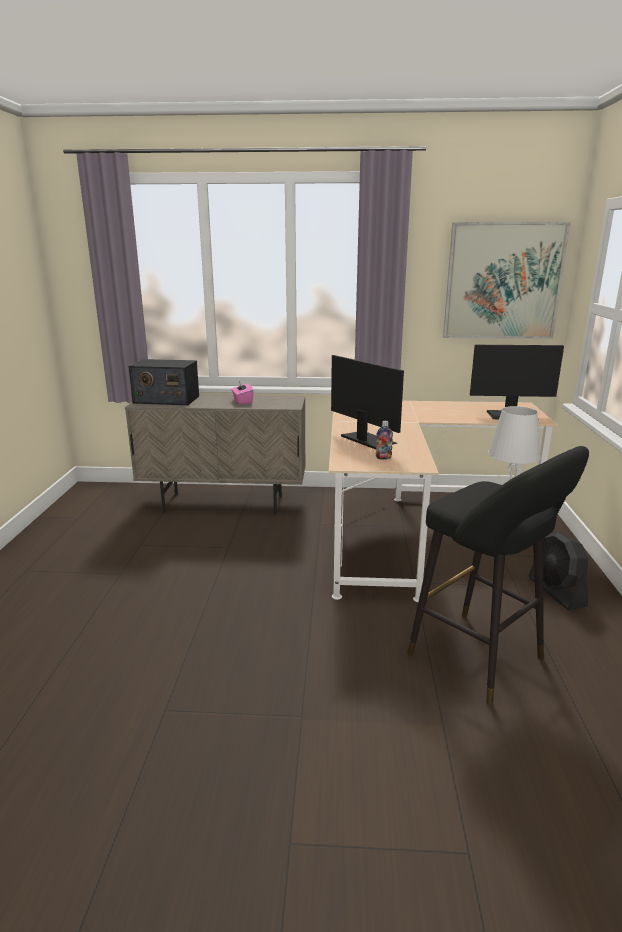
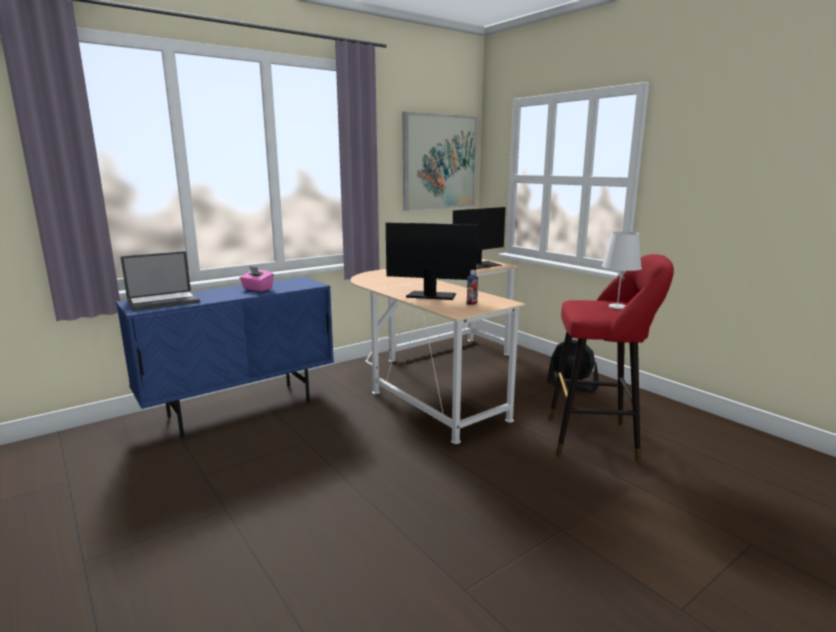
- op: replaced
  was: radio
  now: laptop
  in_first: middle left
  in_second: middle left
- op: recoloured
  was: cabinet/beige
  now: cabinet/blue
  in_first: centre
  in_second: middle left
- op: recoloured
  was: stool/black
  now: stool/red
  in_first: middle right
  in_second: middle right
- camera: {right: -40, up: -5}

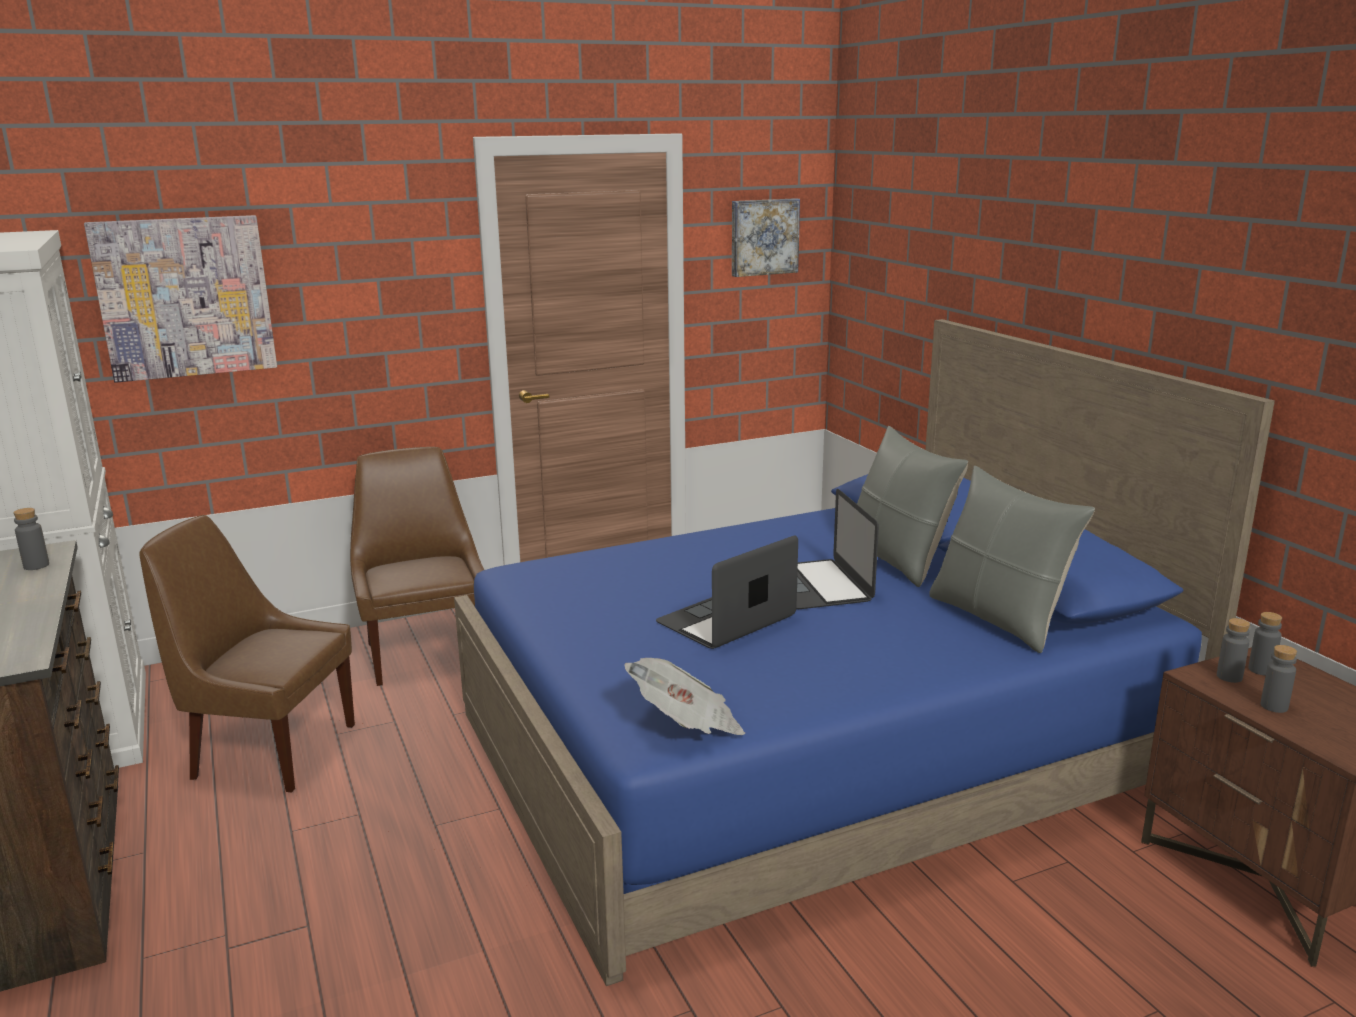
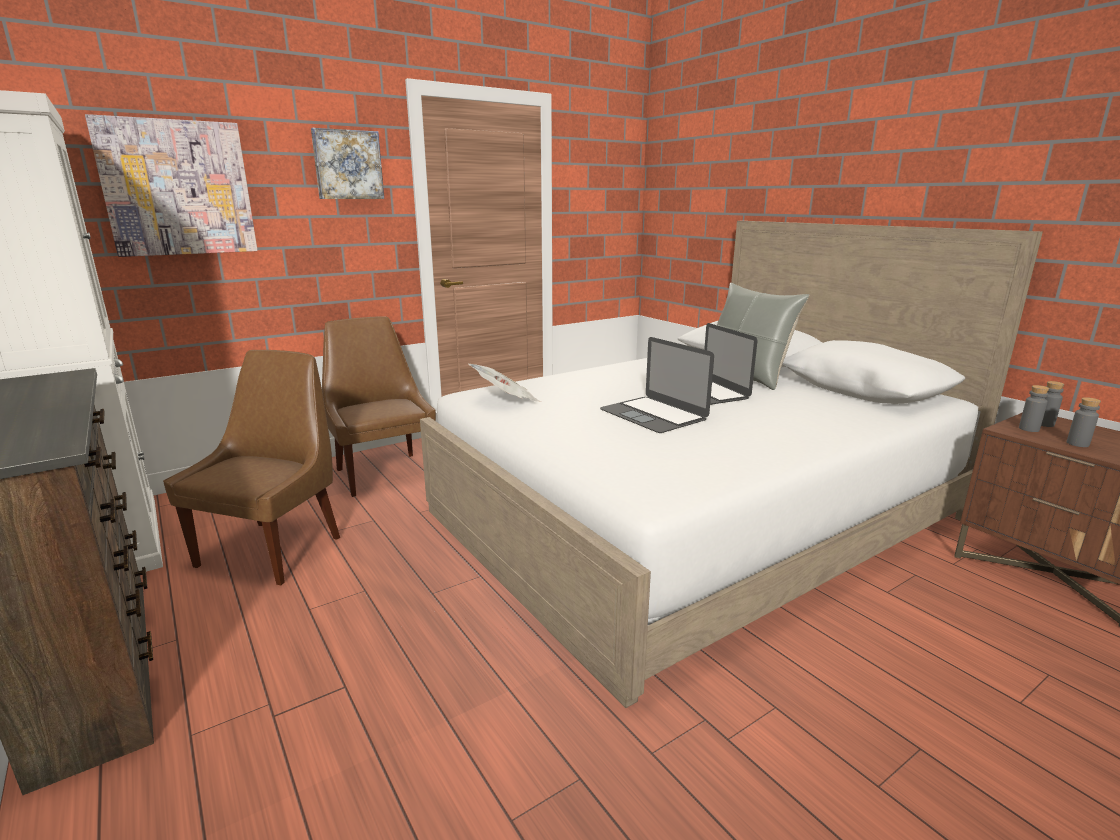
- op: removed
  was: bottle/grey (1st from left)
  in_first: middle left
- op: removed
  was: pillow/grey (2nd from left)
  in_first: middle right
- op: moved
  was: newspaper
  in_first: bottom centre
  in_second: centre
- op: moved
  was: picture (2nd from left)
  in_first: top centre
  in_second: top left
- op: recoloured
  was: bed/blue
  now: bed/white
  in_first: centre
  in_second: centre
- op: turned
  was: chair/brown (1st from left)
  in_first: middle left
  in_second: middle left
  clockwise: 105
- op: turned
  was: laptop (1st from left)
  in_first: centre
  in_second: centre
  clockwise: -75
- camera: {right: -10, up: 0}

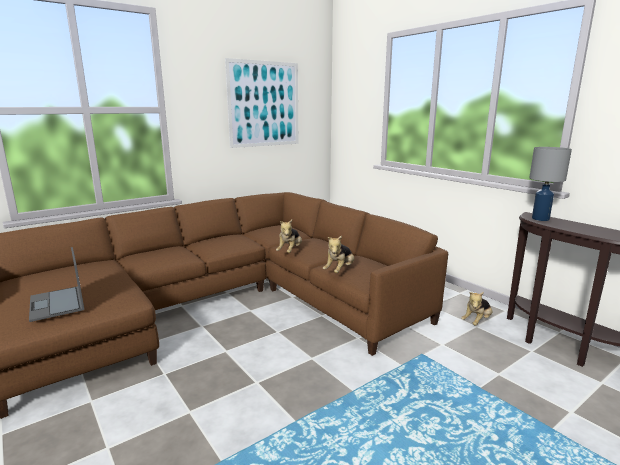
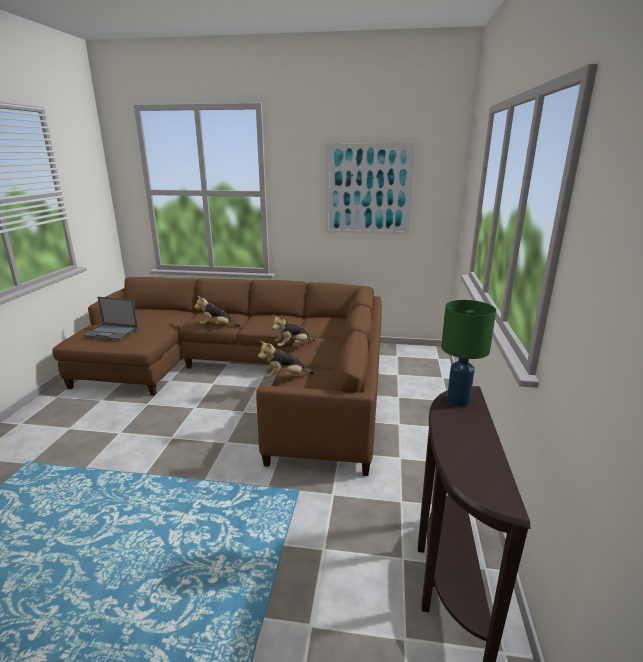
- op: moved
  was: plush toy (3rd from left in the first image)
  now: plush toy (1st from left)
  in_first: middle right
  in_second: centre
- op: recoloured
  was: table lamp/grey
  now: table lamp/green
  in_first: middle right
  in_second: middle right
- op: turned
  was: laptop
  in_first: middle left
  in_second: middle left
  clockwise: -90
- camera: {right: 45, up: 5}

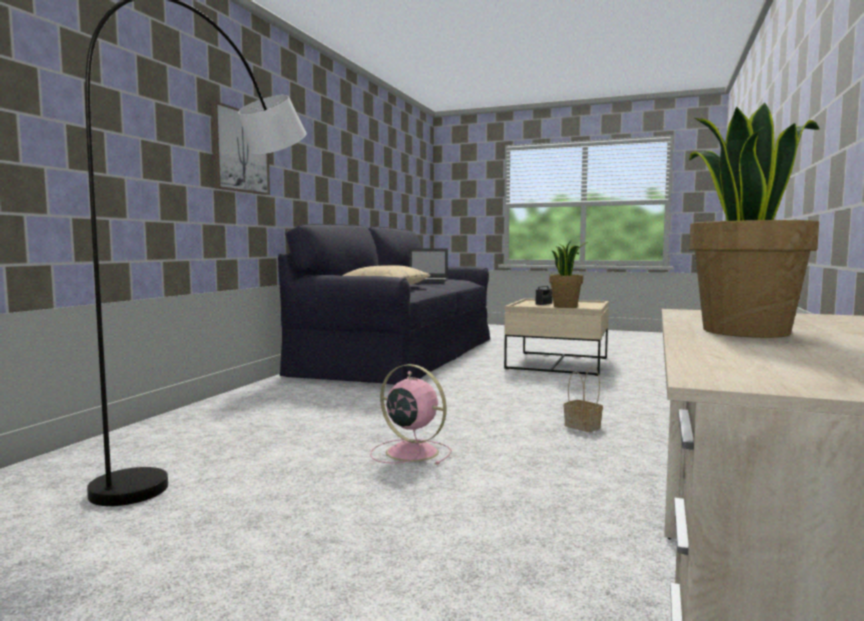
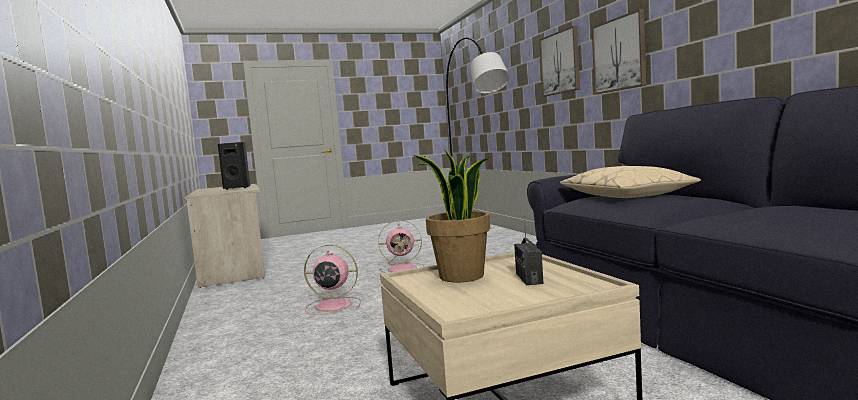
- op: removed
  was: laptop
  in_first: centre
- op: added
  now: picture (1st from left)
  in_second: top centre
- op: replaced
  was: basket
  now: fan/pink (1st from left)
  in_first: middle right
  in_second: bottom centre
- op: replaced
  was: potted plant (2nd from left)
  now: speaker/black
  in_first: middle right
  in_second: middle left
- camera: {right: 140, up: 0}

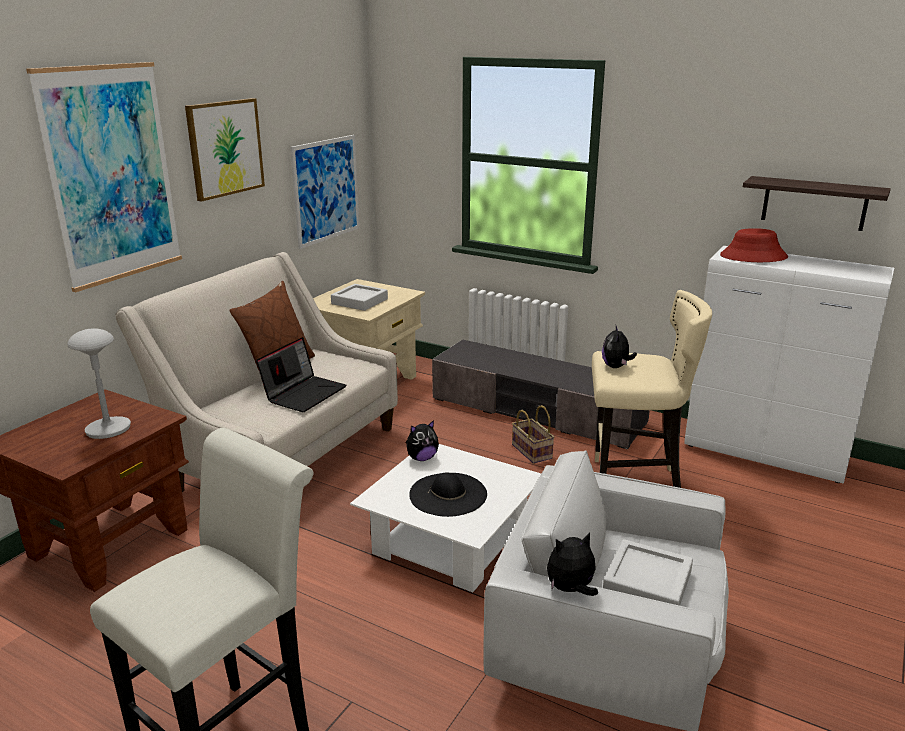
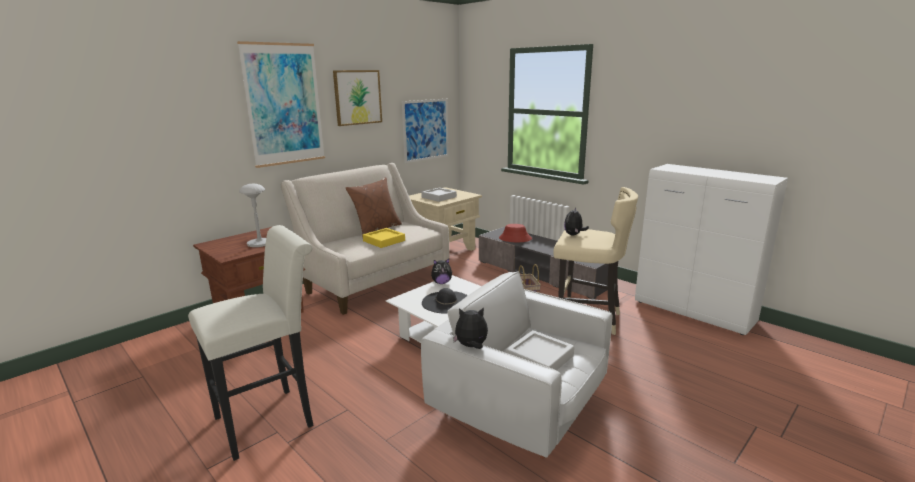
- op: removed
  was: shelf
  in_first: top right
- op: moved
  was: hat/red
  in_first: middle right
  in_second: centre
- op: replaced
  was: laptop
  now: tray/yellow
  in_first: middle left
  in_second: centre
- camera: {right: 15, up: -5}

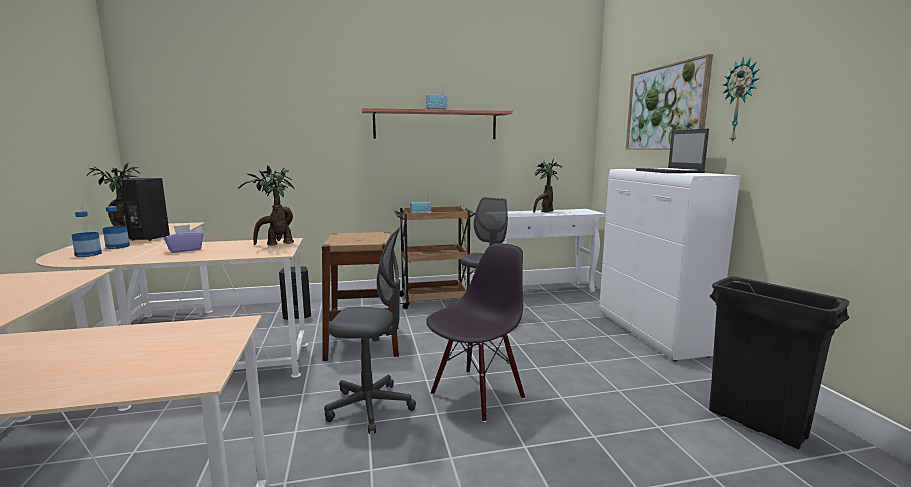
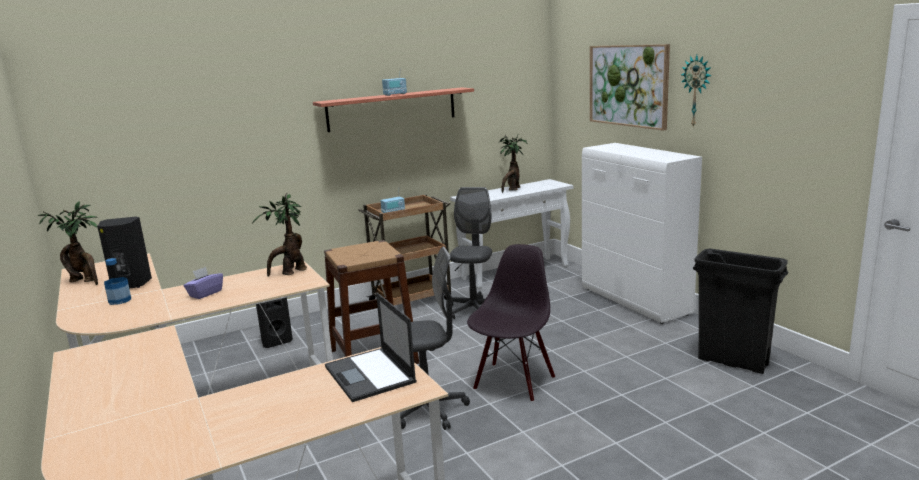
- op: removed
  was: bottle (1st from left)
  in_first: middle left
- op: moved
  was: laptop
  in_first: top right
  in_second: bottom centre
- camera: {right: -15, up: 5}

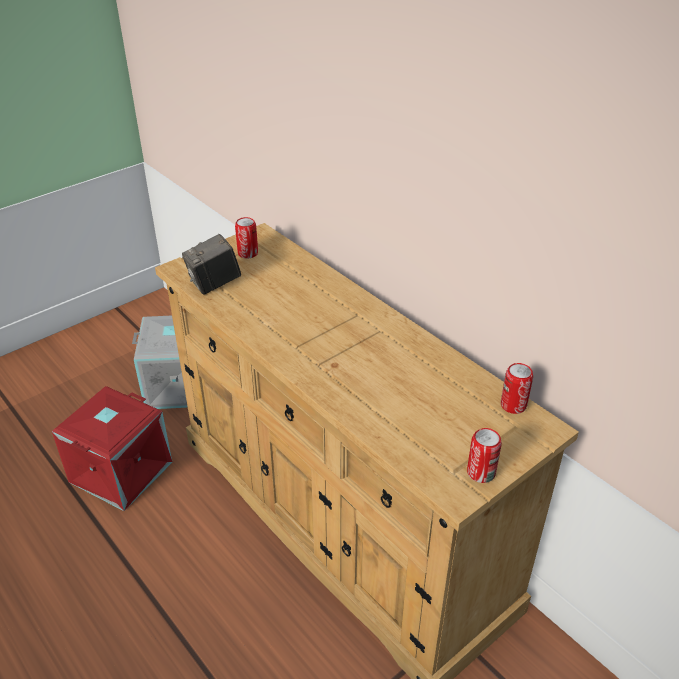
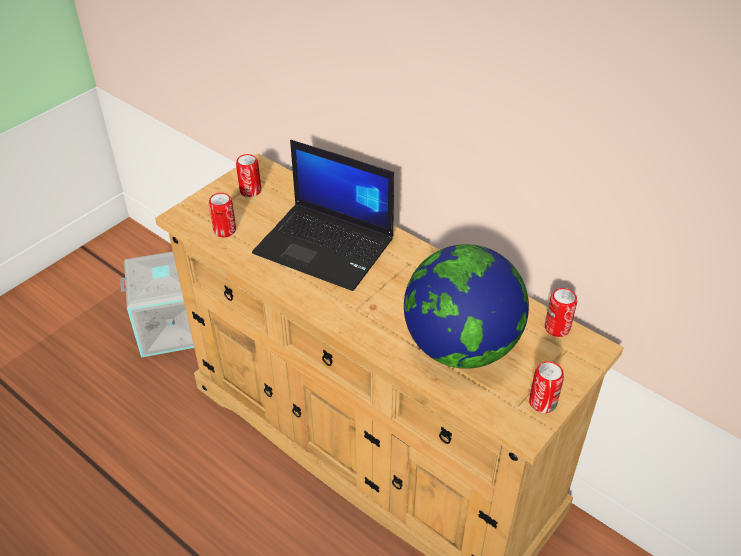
- op: removed
  was: storage box/red
  in_first: middle left
- op: added
  now: laptop
  in_second: centre
- op: added
  now: globe
  in_second: centre
- op: replaced
  was: photo camera
  now: can (1st from left)
  in_first: middle left
  in_second: middle left
- camera: {right: -10, up: 5}

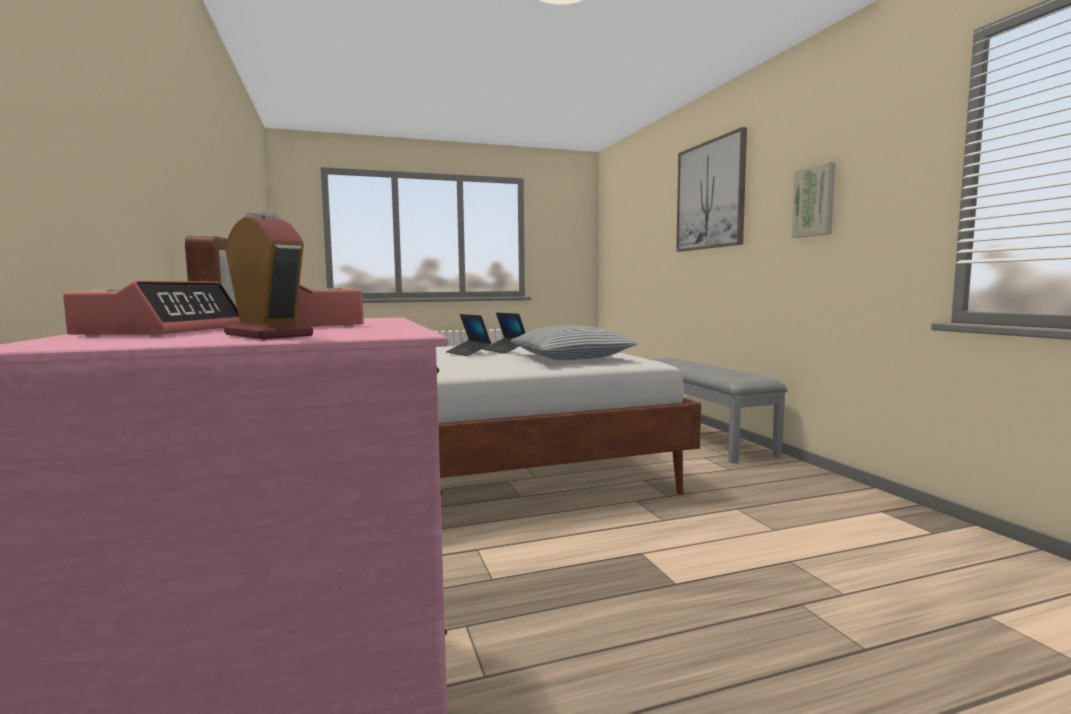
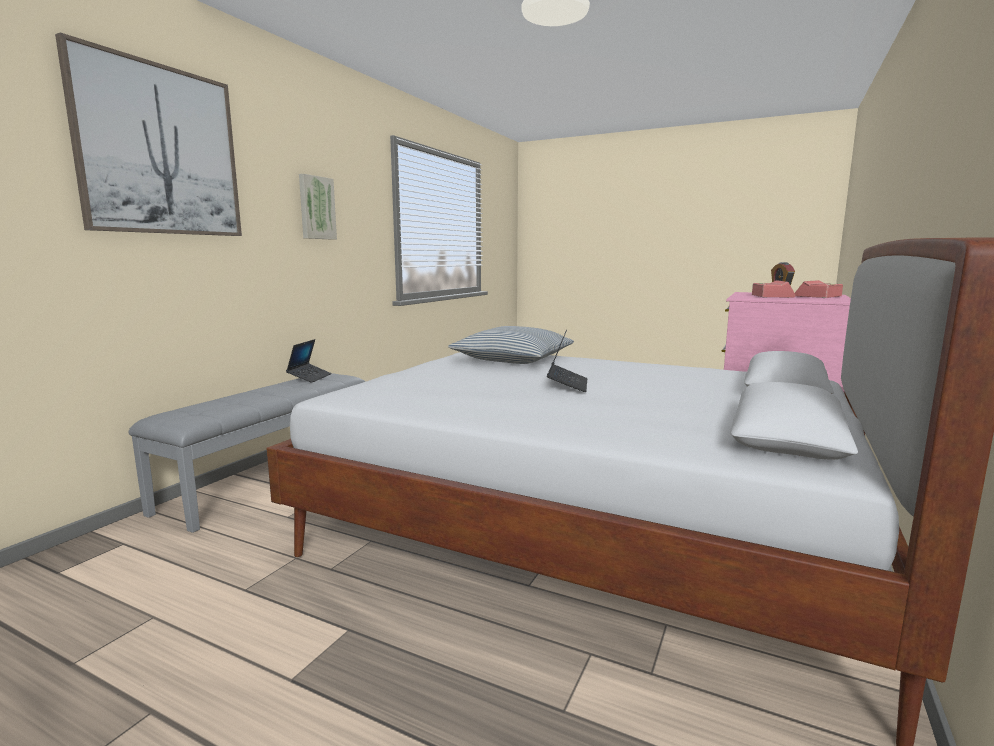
- op: moved
  was: laptop (2nd from left in the first image)
  now: laptop (1st from left)
  in_first: centre
  in_second: middle left
- camera: {right: -135, up: 5}

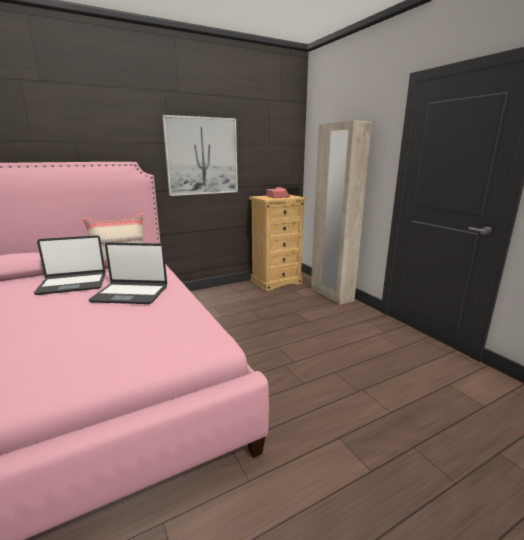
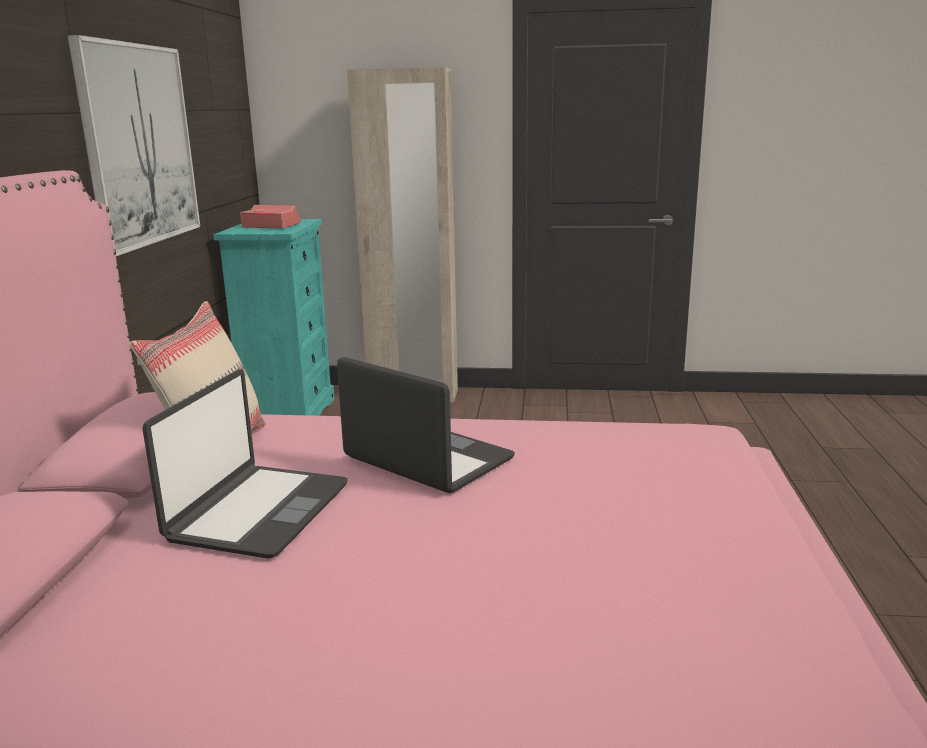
- op: recoloured
  was: dresser/beige
  now: dresser/turquoise
  in_first: centre
  in_second: middle left
- op: turned
  was: laptop (2nd from left)
  in_first: middle left
  in_second: centre
  clockwise: -90
- camera: {right: -55, up: 0}

